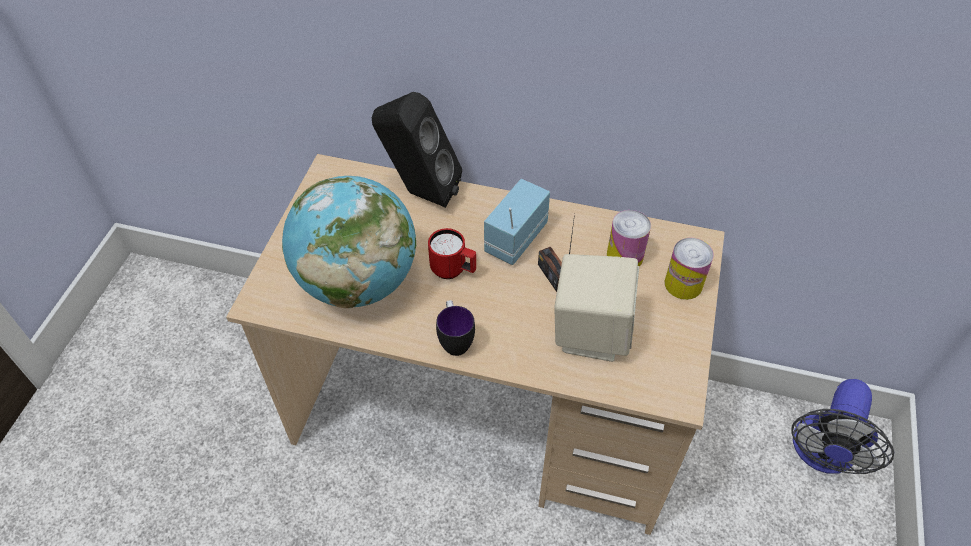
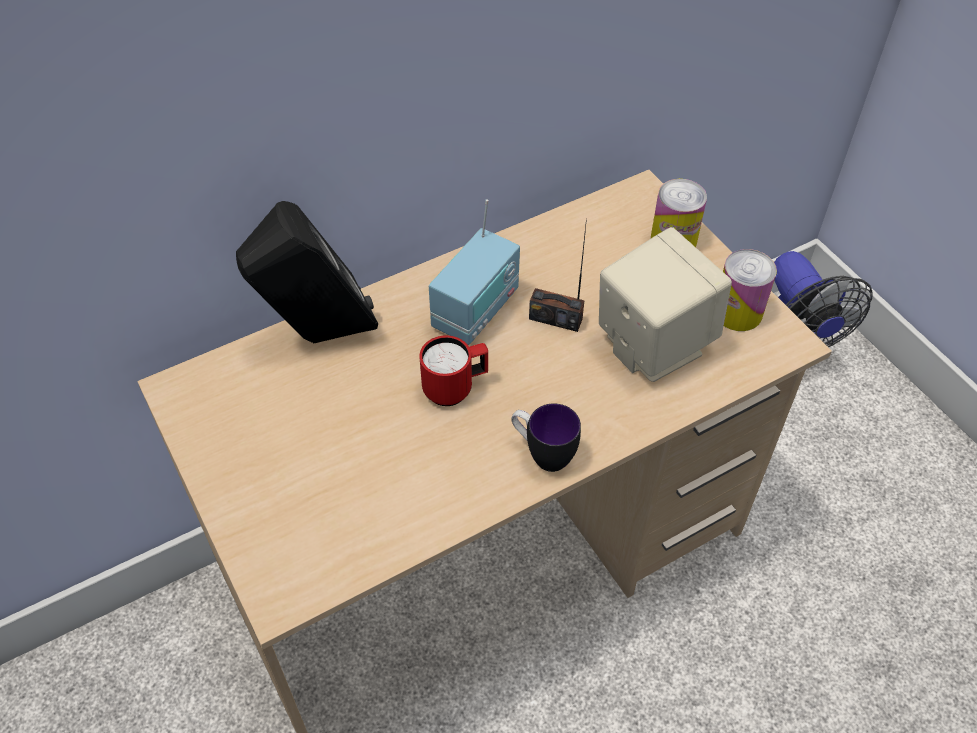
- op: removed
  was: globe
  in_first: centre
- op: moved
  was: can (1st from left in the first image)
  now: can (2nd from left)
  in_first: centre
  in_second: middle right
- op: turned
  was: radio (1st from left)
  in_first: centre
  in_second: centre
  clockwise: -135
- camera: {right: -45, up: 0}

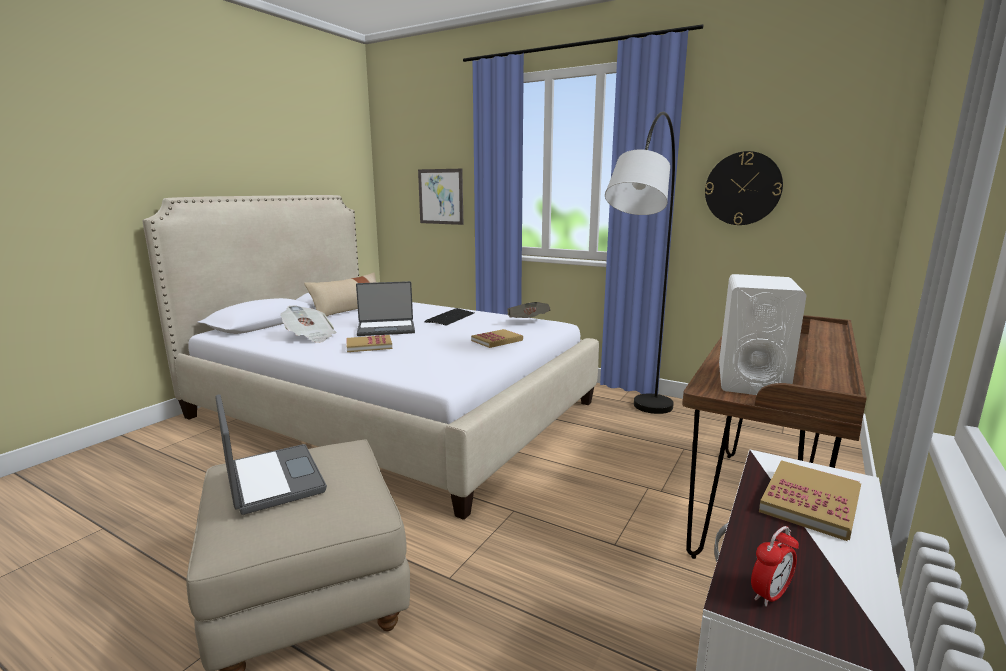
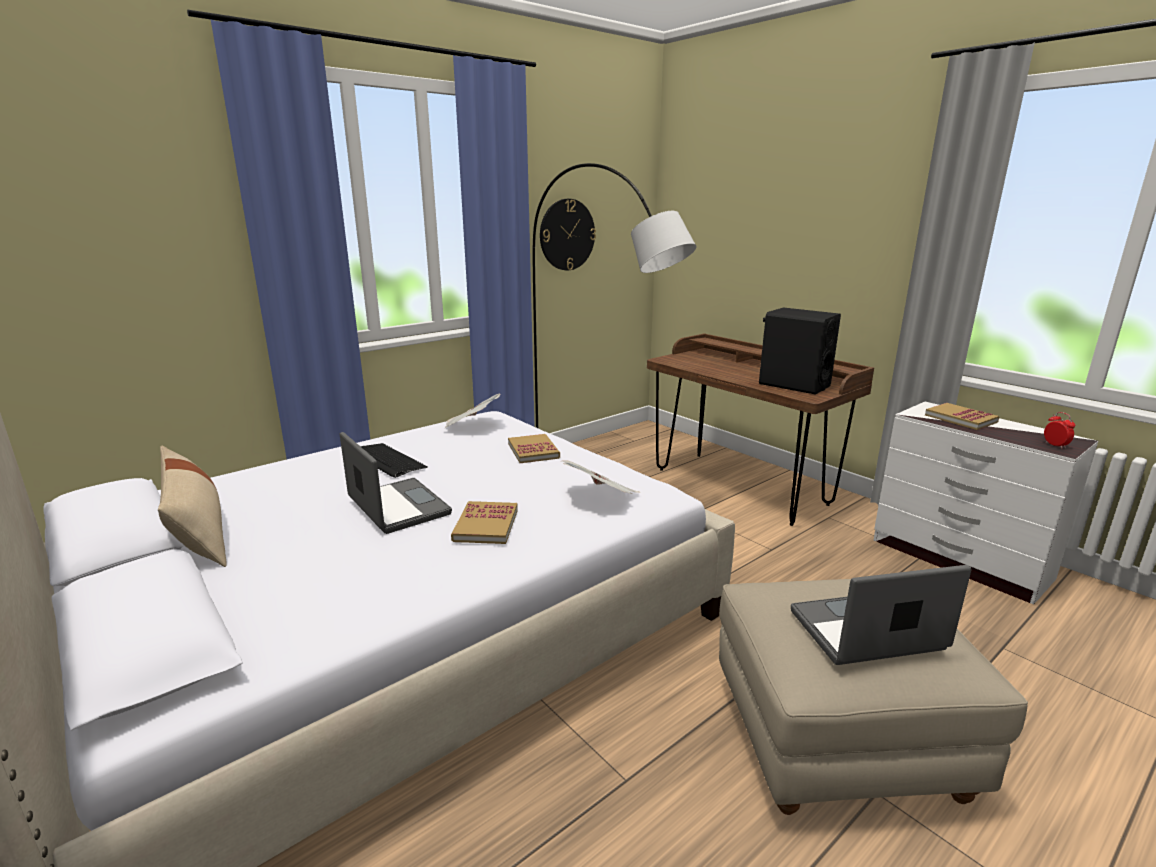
- op: removed
  was: picture
  in_first: top centre
- op: moved
  was: newspaper (1st from left in the first image)
  now: newspaper (2nd from left)
  in_first: middle left
  in_second: centre
- op: recoloured
  was: speaker/white
  now: speaker/black
  in_first: middle right
  in_second: middle right
- op: turned
  was: laptop (2nd from left in the first image)
  in_first: centre
  in_second: centre
  clockwise: -45
- camera: {right: -70, up: 5}

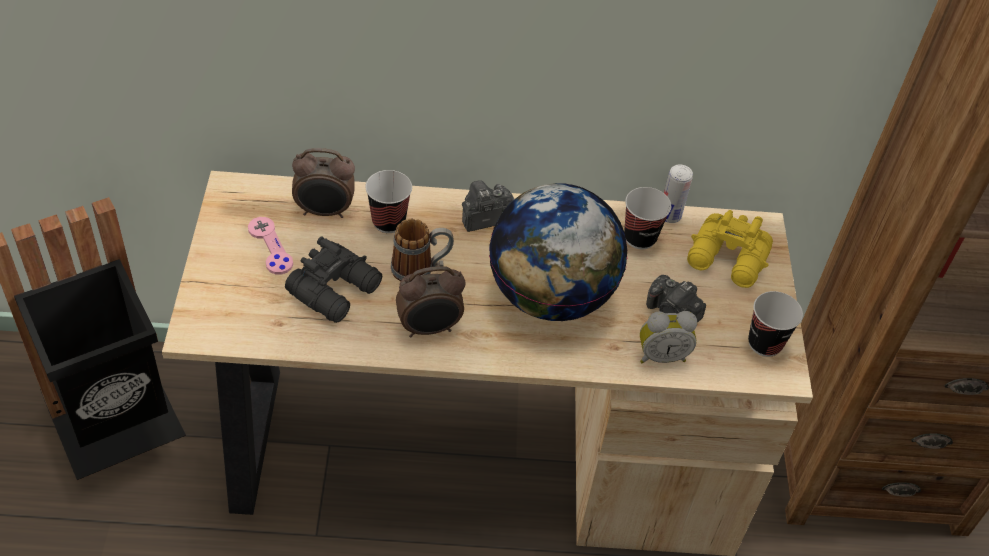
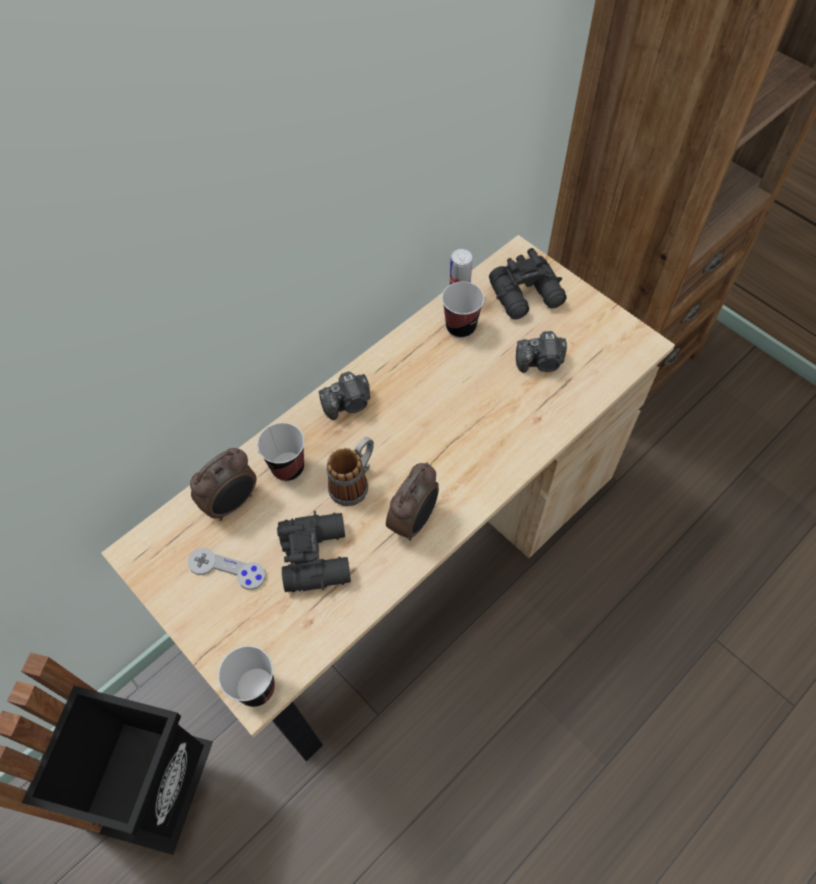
- op: removed
  was: globe
  in_first: centre
- op: removed
  was: alarm clock (3rd from left)
  in_first: middle right
- op: moved
  was: cup (3rd from left in the first image)
  now: cup (1st from left)
  in_first: middle right
  in_second: bottom left
- op: recoloured
  was: game controller/pink
  now: game controller/grey
  in_first: middle left
  in_second: middle left
- op: recoloured
  was: binoculars/yellow
  now: binoculars/black (2nd from left)
  in_first: middle right
  in_second: top centre
- op: turned
  was: photo camera (1st from left)
  in_first: centre
  in_second: centre
  clockwise: -135
- camera: {right: -40, up: 10}

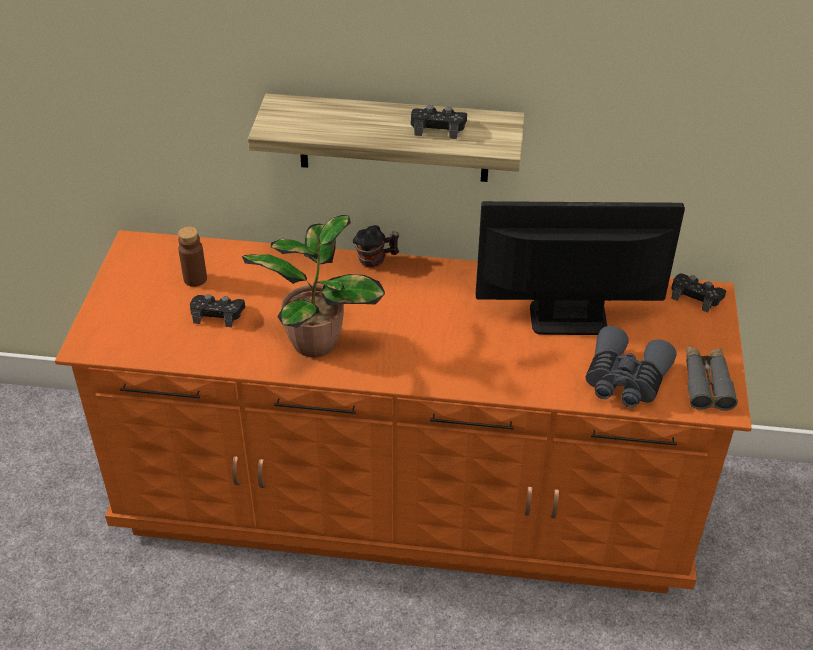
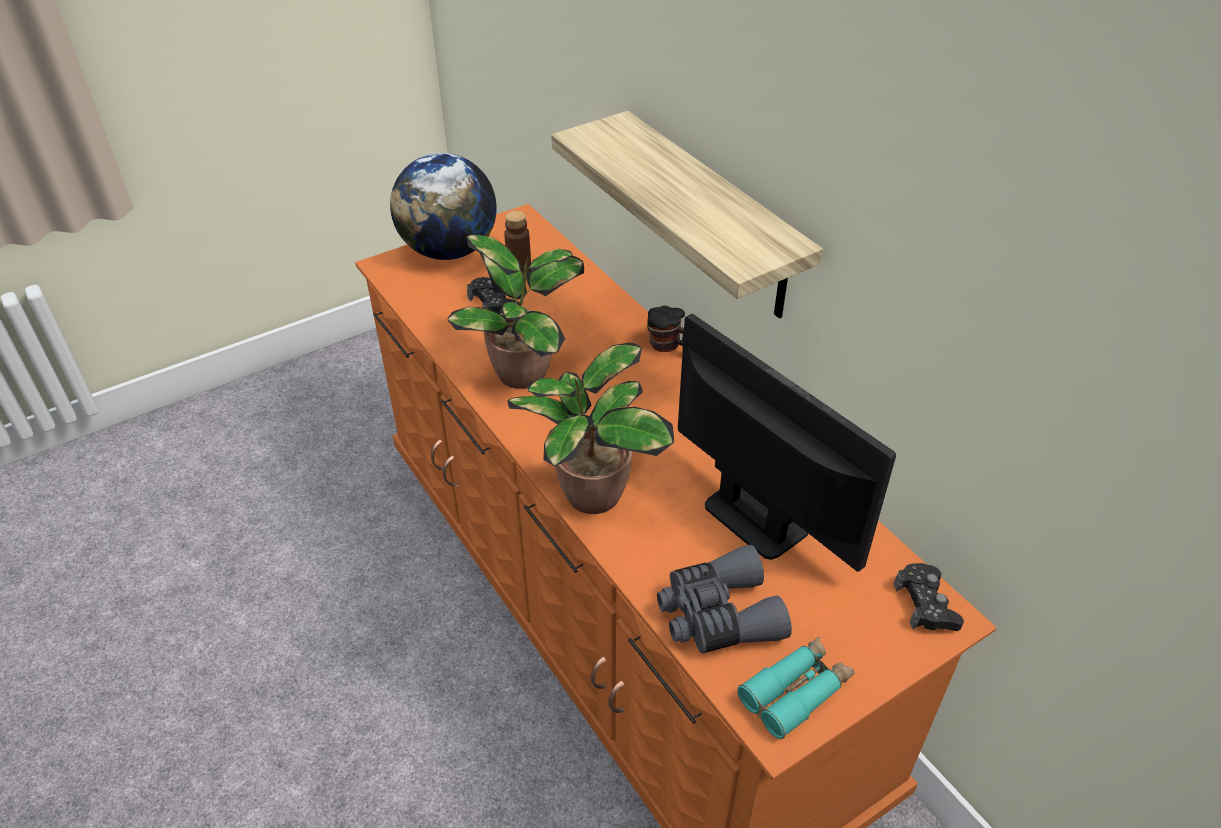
- op: removed
  was: game controller/black (2nd from left)
  in_first: top centre
- op: added
  now: globe
  in_second: top centre
- op: added
  now: potted plant (2nd from left)
  in_second: centre
- op: recoloured
  was: binoculars/grey (2nd from left)
  now: binoculars/turquoise
  in_first: middle right
  in_second: bottom centre
- camera: {right: 50, up: 0}

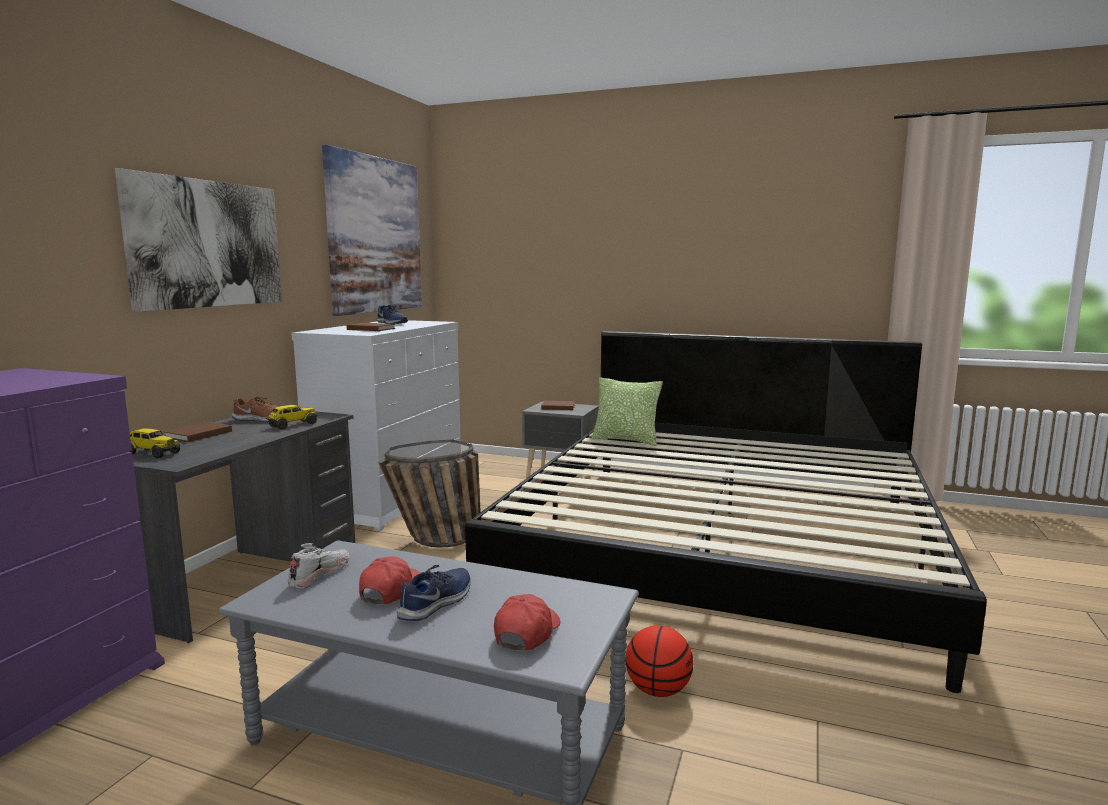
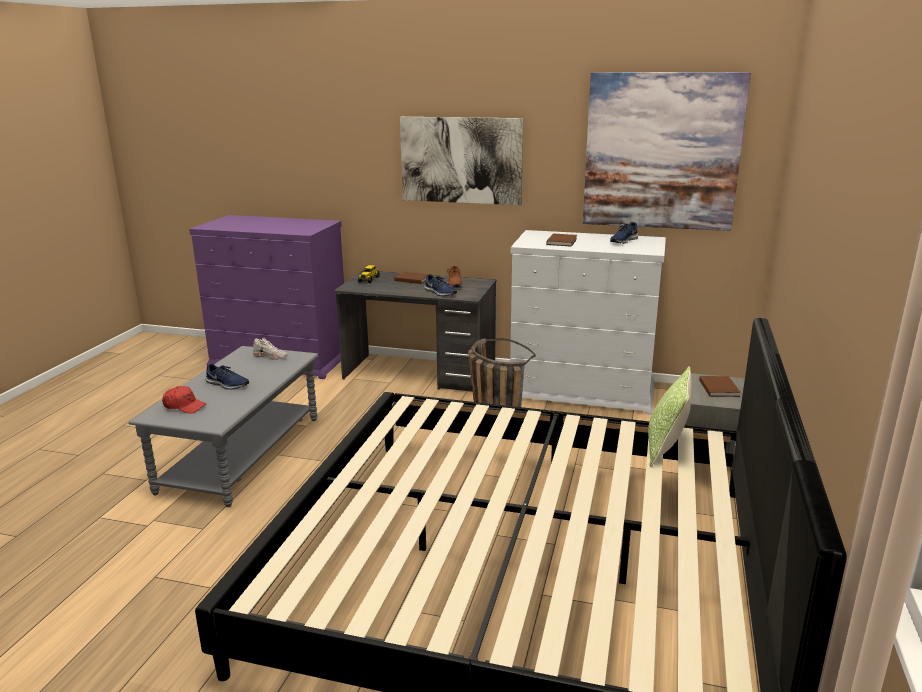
- op: removed
  was: cap/red (1st from left)
  in_first: bottom centre
- op: removed
  was: basketball
  in_first: bottom centre
- op: replaced
  was: toy truck (2nd from left)
  now: shoe/blue (2nd from left)
  in_first: middle left
  in_second: centre
- camera: {right: 85, up: 10}

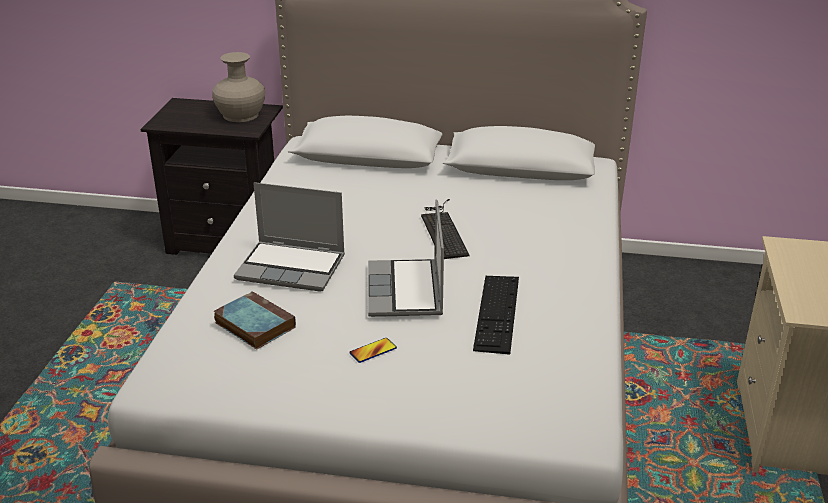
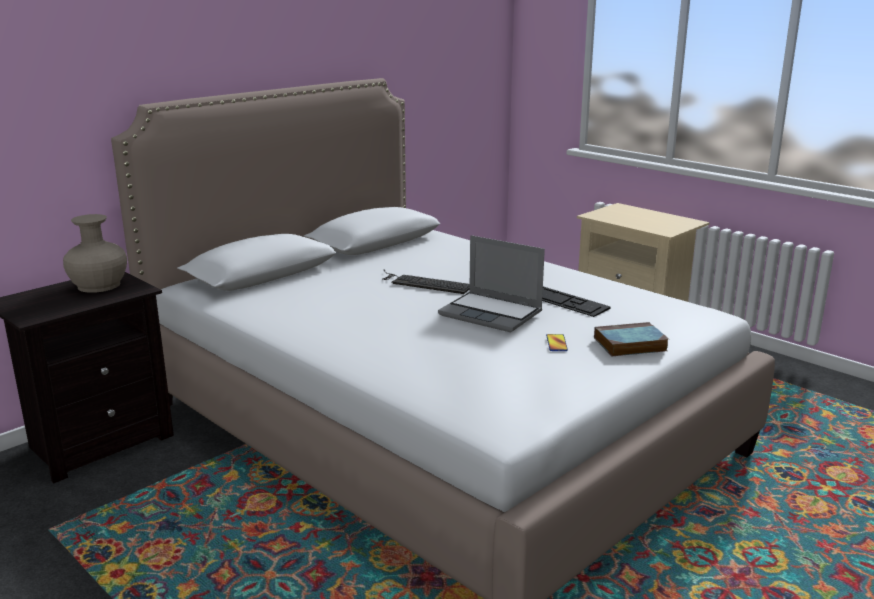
- op: removed
  was: laptop (1st from left)
  in_first: centre
- op: moved
  was: book
  in_first: middle left
  in_second: middle right
- camera: {right: -55, up: -10}

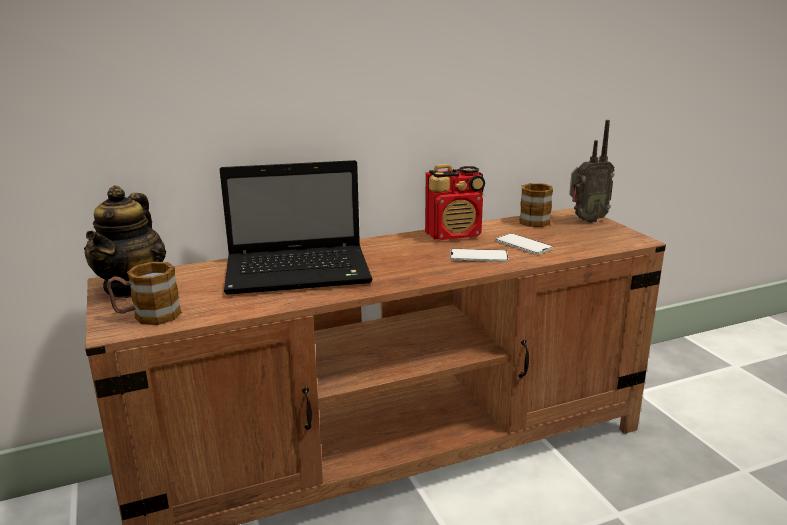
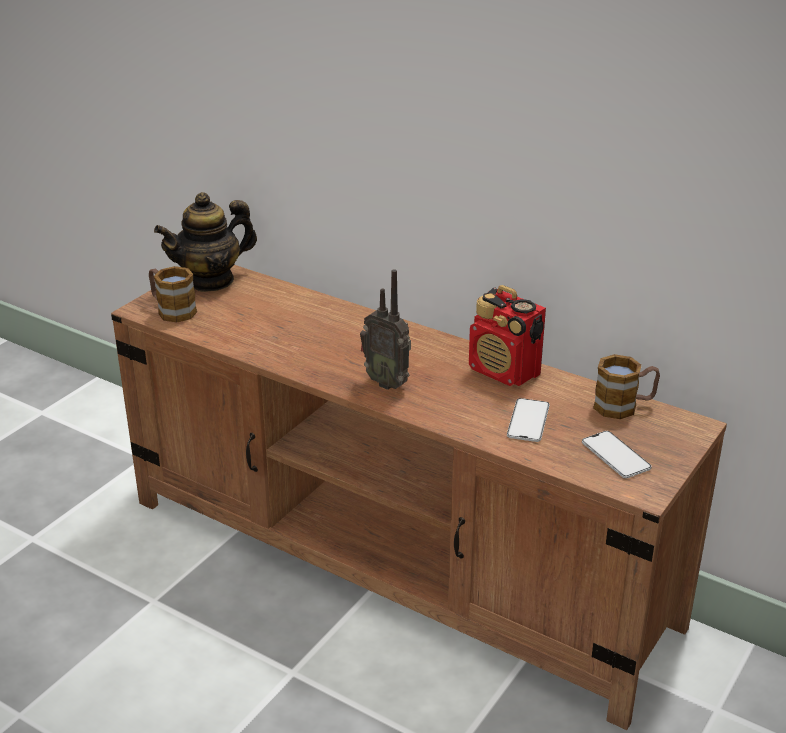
- op: removed
  was: laptop
  in_first: centre
- op: moved
  was: phone (1st from left in the first image)
  now: phone (2nd from left)
  in_first: centre
  in_second: middle right
- op: moved
  was: radio (2nd from left in the first image)
  now: radio (1st from left)
  in_first: top right
  in_second: centre
- camera: {right: 55, up: 10}

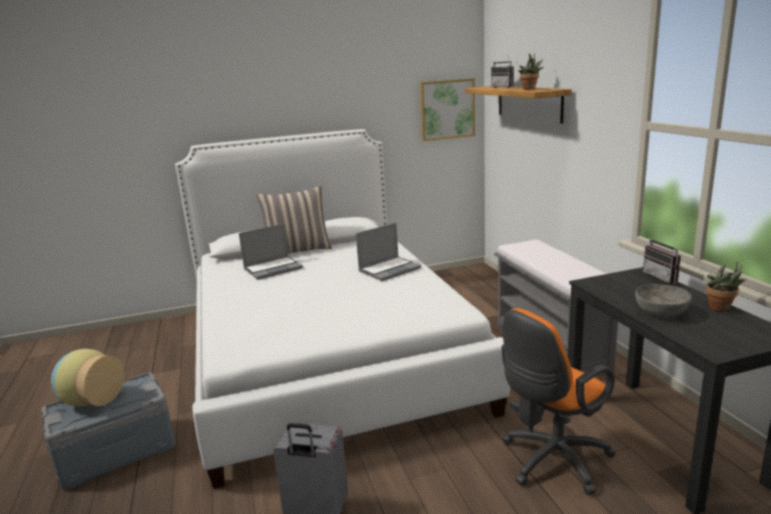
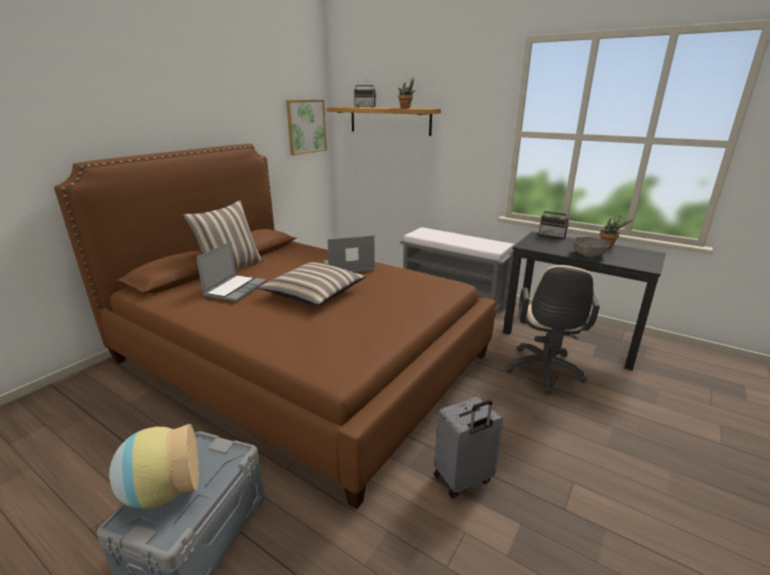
- op: added
  now: pillow (2nd from left)
  in_second: centre
- op: recoloured
  was: bed/white
  now: bed/brown
  in_first: centre
  in_second: centre
- op: recoloured
  was: office chair/orange
  now: office chair/beige
  in_first: bottom right
  in_second: middle right
- op: turned
  was: laptop (2nd from left)
  in_first: centre
  in_second: centre
  clockwise: -120
- camera: {right: -40, up: 5}

